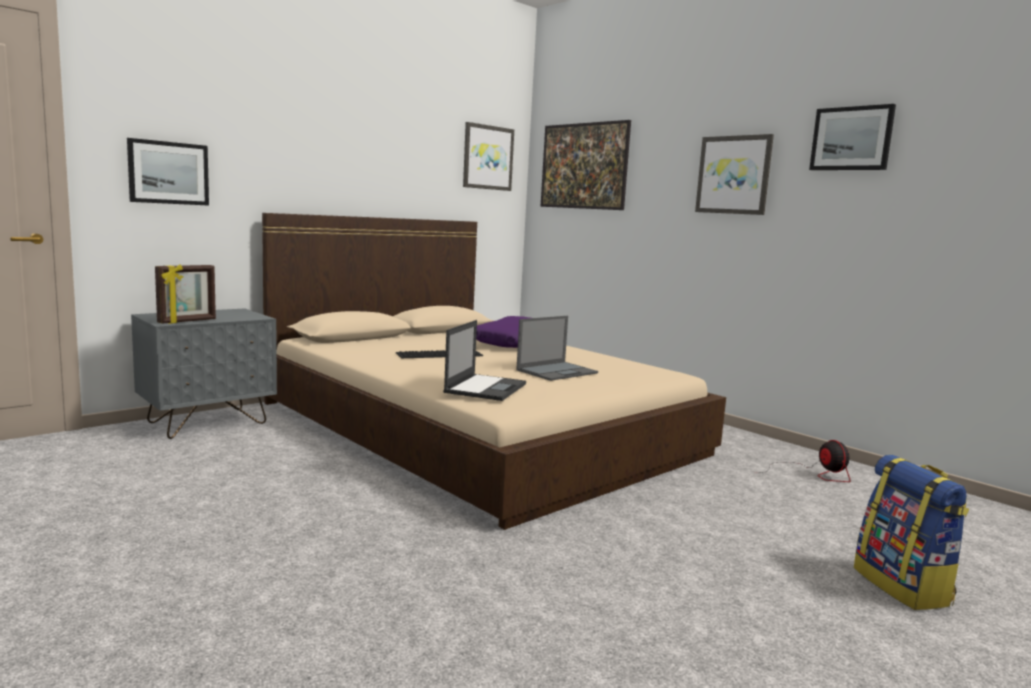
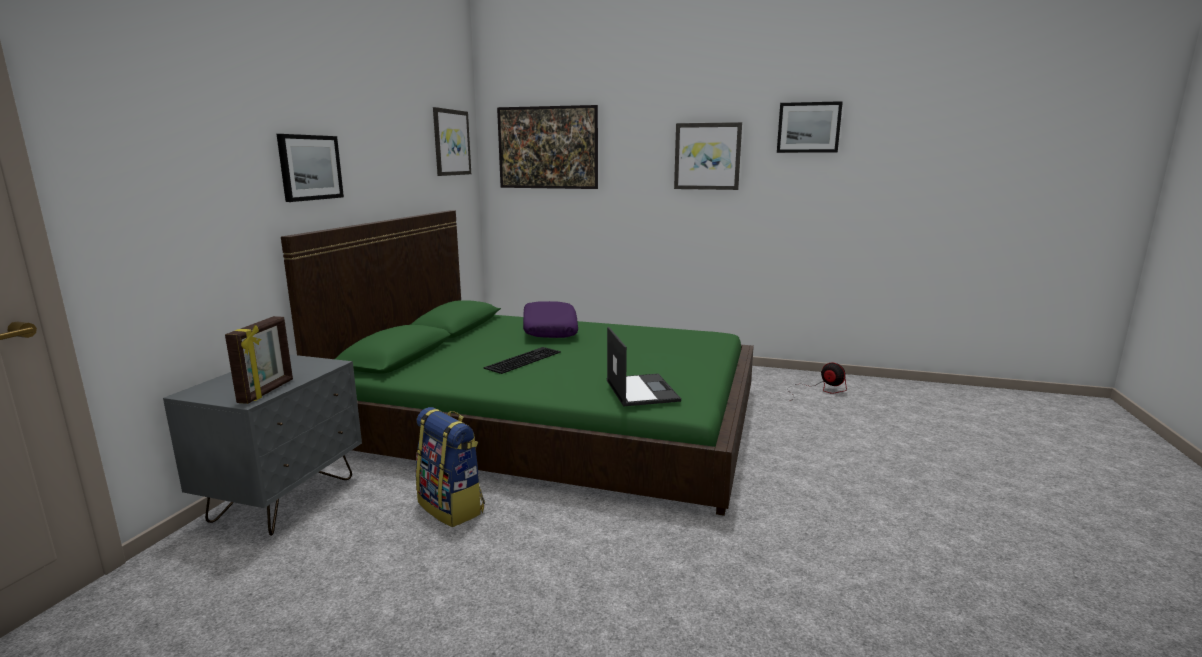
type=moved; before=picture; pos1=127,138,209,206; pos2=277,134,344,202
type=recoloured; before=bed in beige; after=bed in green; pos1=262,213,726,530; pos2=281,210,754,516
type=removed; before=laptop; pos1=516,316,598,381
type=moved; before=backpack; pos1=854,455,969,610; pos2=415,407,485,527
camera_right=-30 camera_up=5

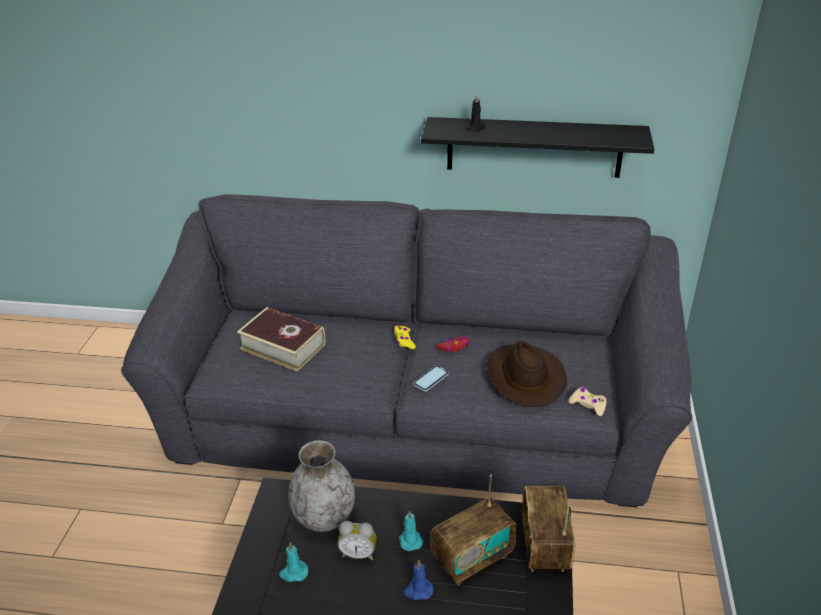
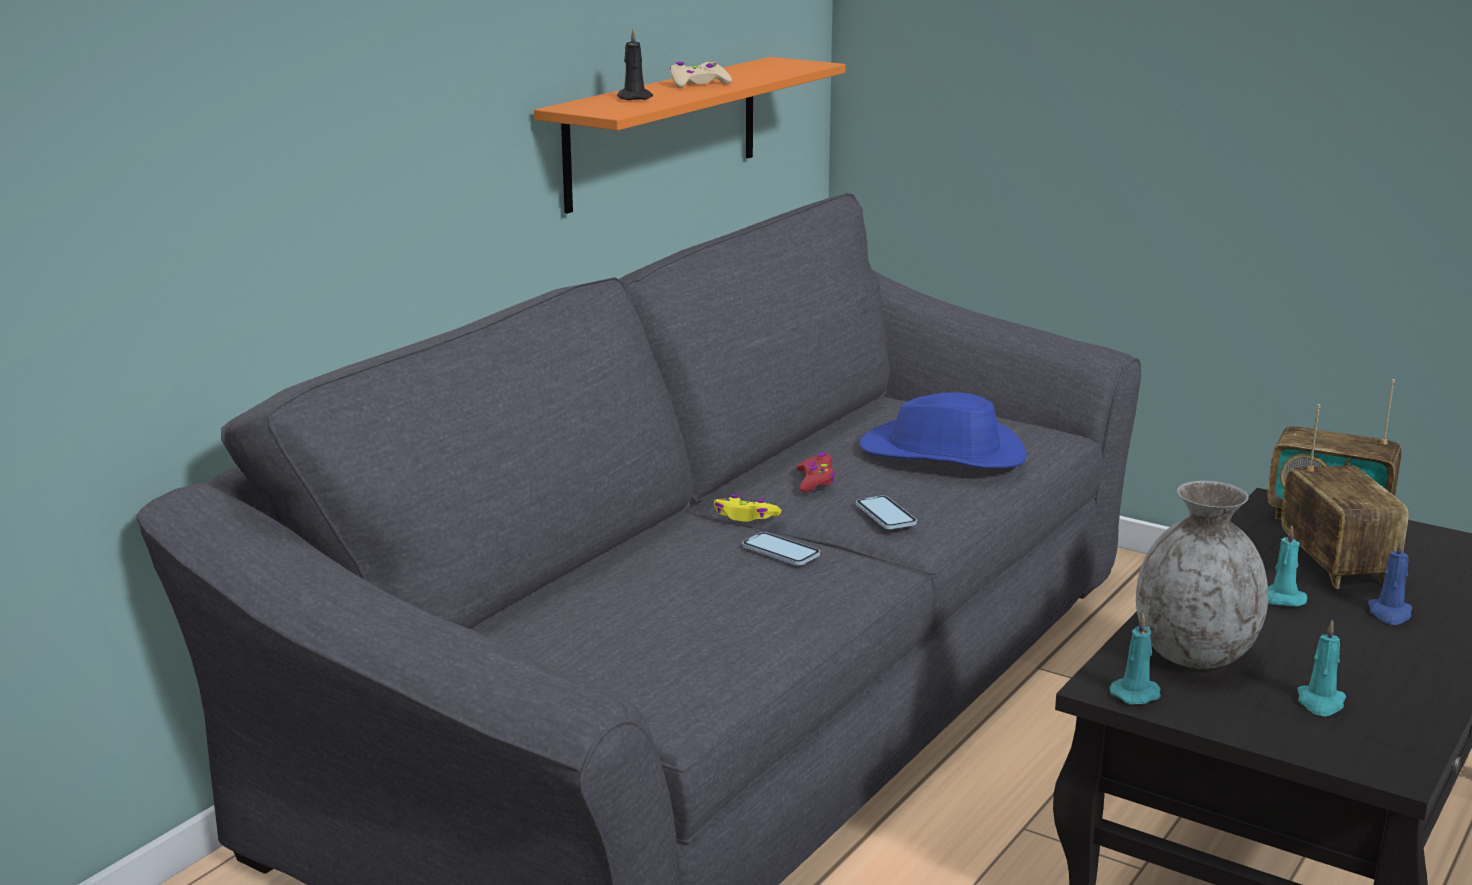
type=removed; before=book; pos1=237,307,325,372
type=removed; before=alarm clock; pos1=338,521,376,560
type=recoloured; before=shelf in black; after=shelf in orange; pos1=421,117,654,178; pos2=534,57,846,214
type=recoloured; before=hat in brown; after=hat in blue; pos1=486,341,567,407; pos2=859,392,1027,468
type=moved; before=game controller in beige; pos1=569,388,607,416; pos2=670,62,732,88
type=added; after=phone; pos2=742,532,820,566
type=added; after=candle in turquoise; pos2=1109,613,1161,705
camera_right=-65 camera_up=-15

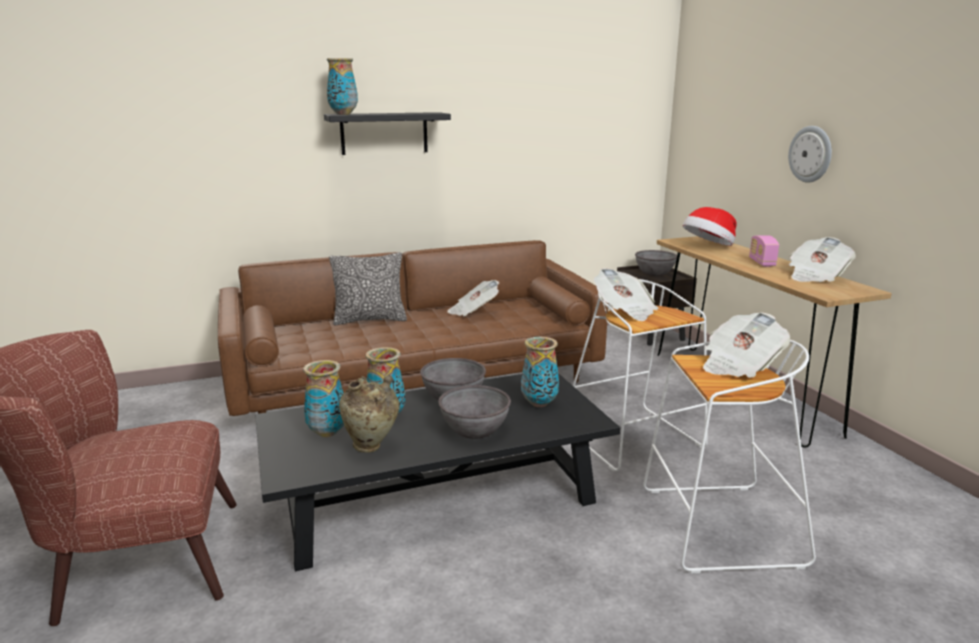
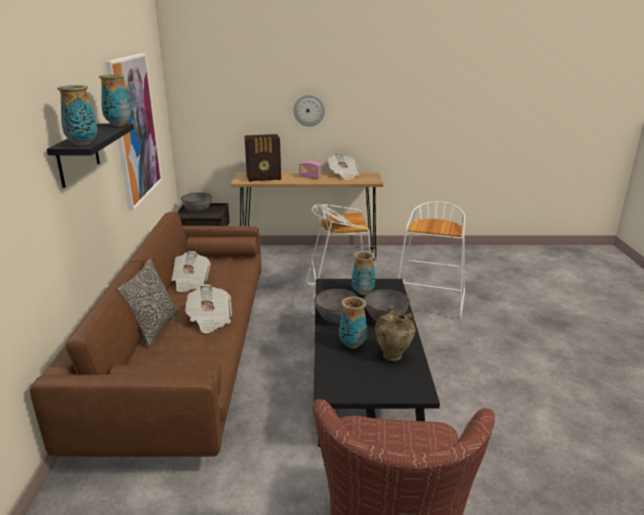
type=moved; before=vase; pos1=303,360,344,437; pos2=99,74,131,126
type=replaced; before=hat; after=radio; pos1=683,207,737,246; pos2=244,134,281,182
type=moved; before=newspaper; pos1=703,312,790,378; pos2=185,284,232,333
type=added; after=picture; pos2=105,53,162,210
camera_right=-70 camera_up=5

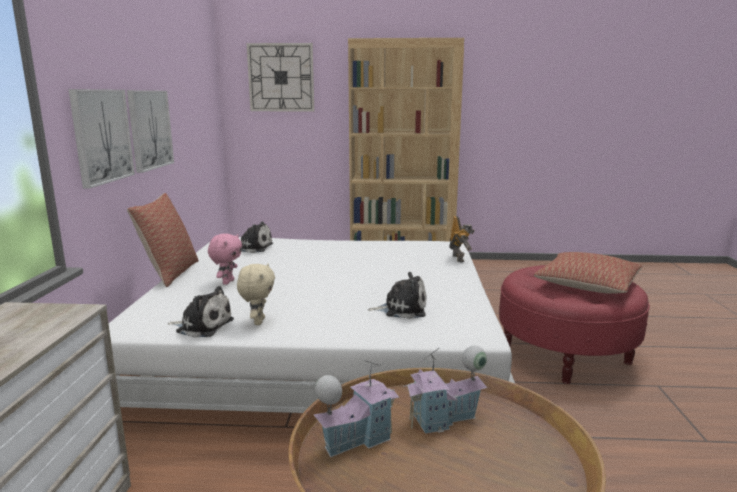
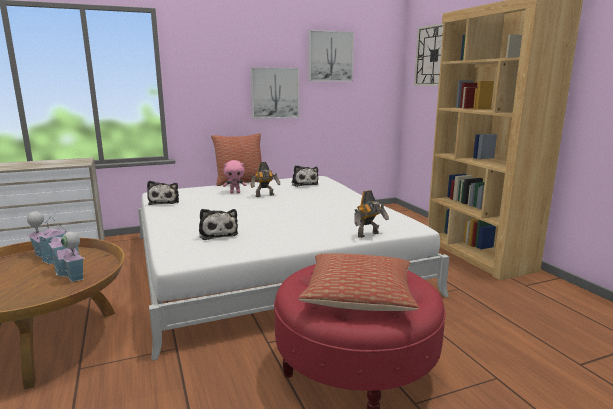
type=moved; before=picture; pos1=68,89,135,189; pos2=309,30,354,81
type=removed; before=plush toy in beige; pos1=237,263,275,325
type=added; after=toy robot; pos2=251,162,280,197
camera_right=65 camera_up=0

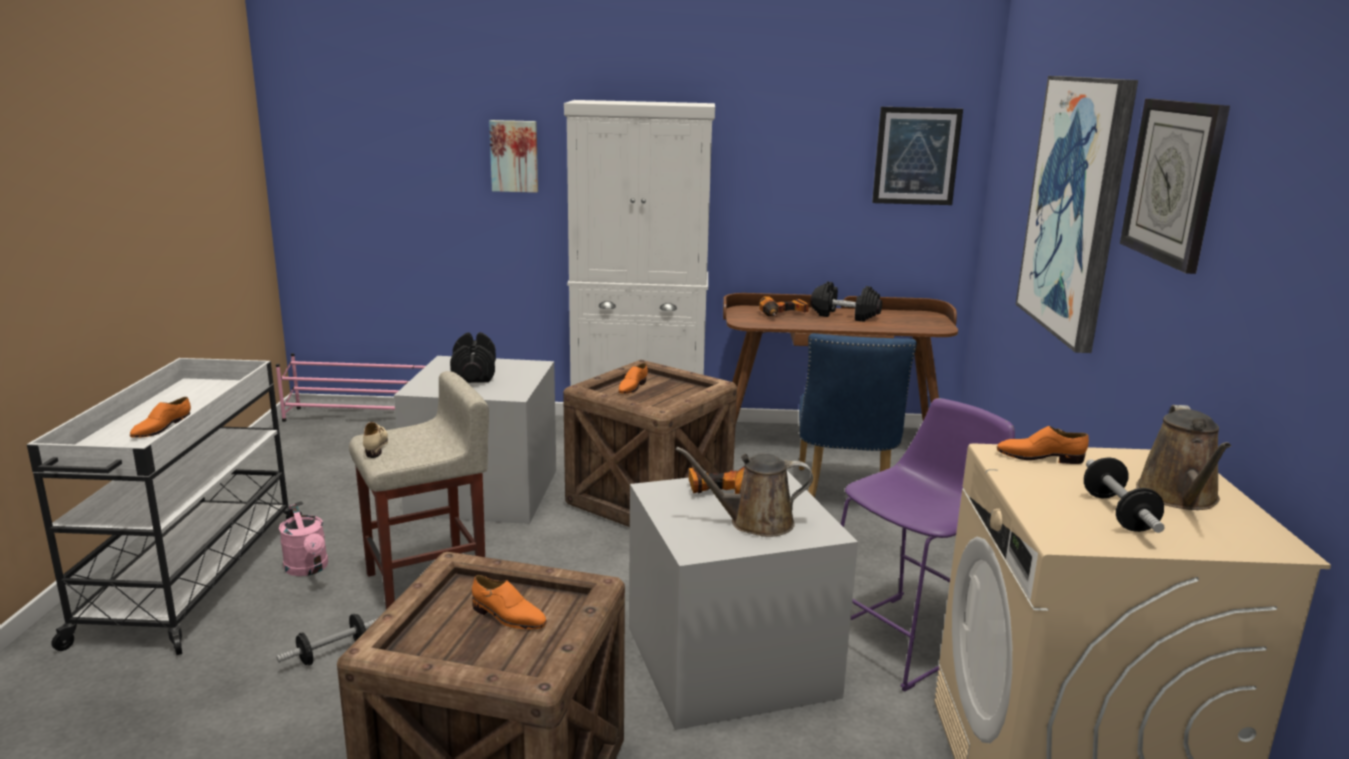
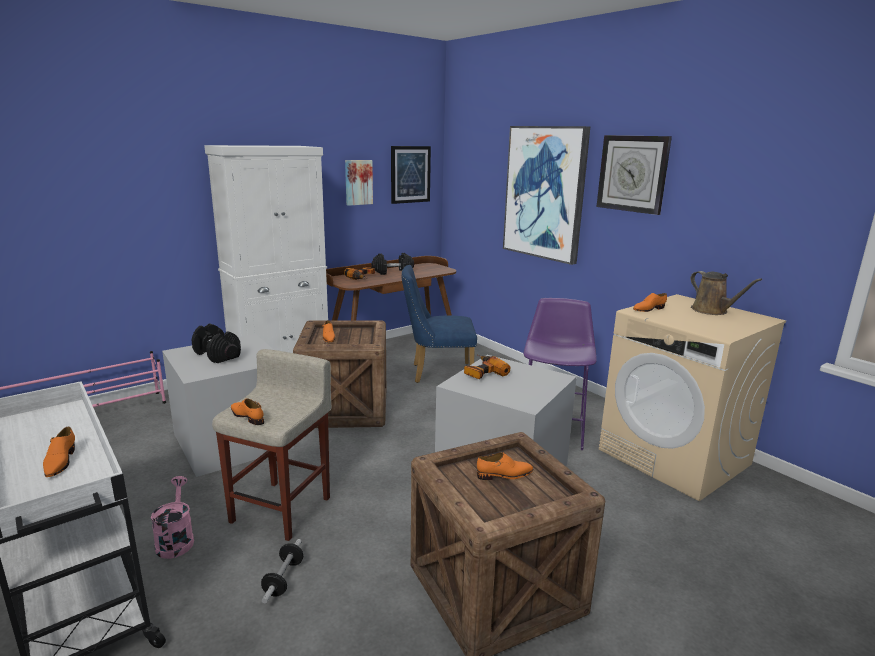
type=turned; before=watering can in pink; pos1=279,504,328,576; pos2=151,476,194,559; turn=-120
type=recoloured; before=shoe in beige; after=shoe in orange; pos1=363,422,388,458; pos2=231,398,264,425
type=moved; before=picture; pos1=489,120,538,193; pos2=345,160,373,206
type=removed; before=watering can in brown; pos1=676,447,813,537
type=turned; before=chair in blue; pos1=799,333,917,498; pos2=401,265,477,383; turn=120
type=removed; before=dumbbell; pos1=1084,457,1164,533
camera_right=-40 camera_up=0

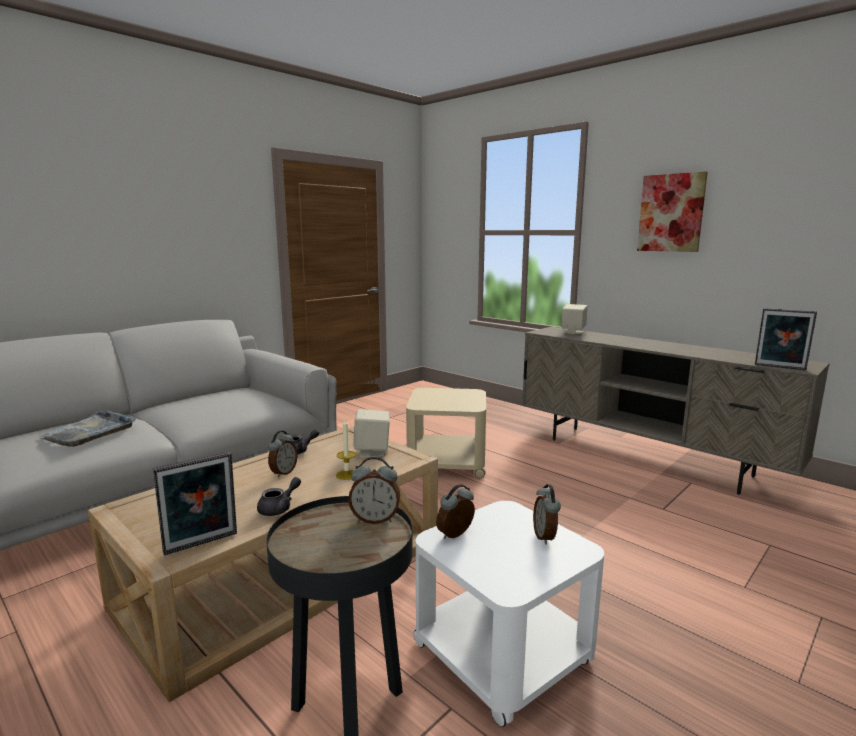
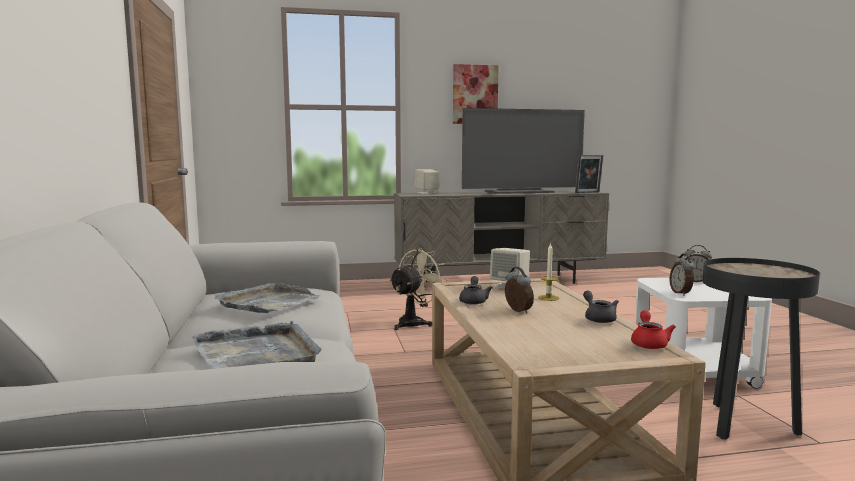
type=replaced; before=picture frame; after=teapot in red; pos1=153,452,237,555; pos2=631,310,676,349
type=removed; before=alarm clock; pos1=348,457,400,524
type=replaced; before=side table in beige; after=fan in beige; pos1=406,388,486,478; pos2=389,248,447,330
type=added; after=tray in grey; pos2=214,283,321,313
type=added; after=television; pos2=462,108,585,194
camera_right=-55 camera_up=-5

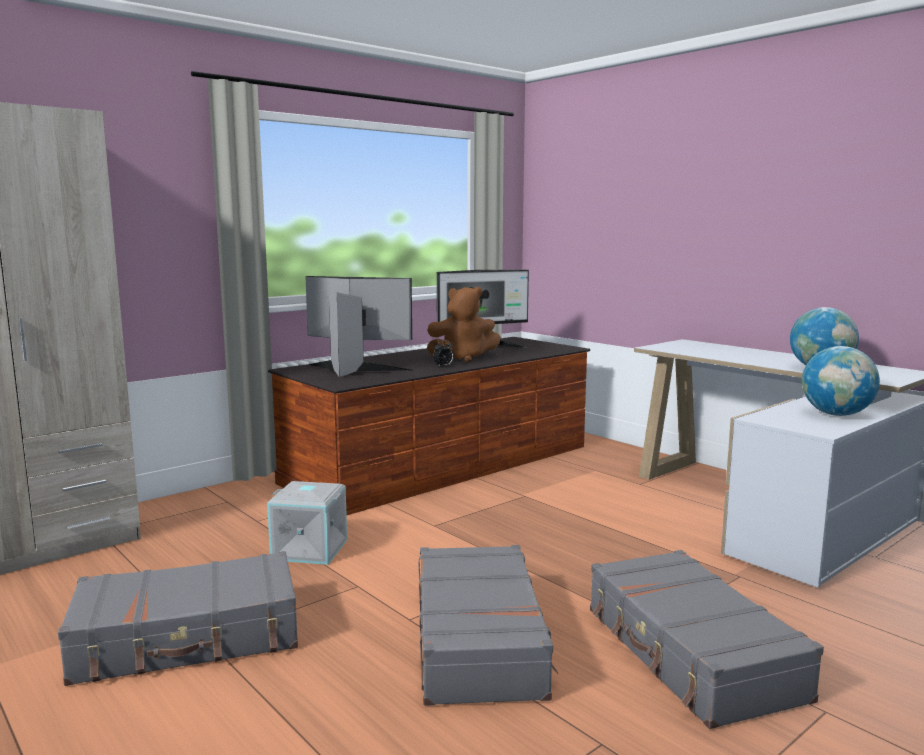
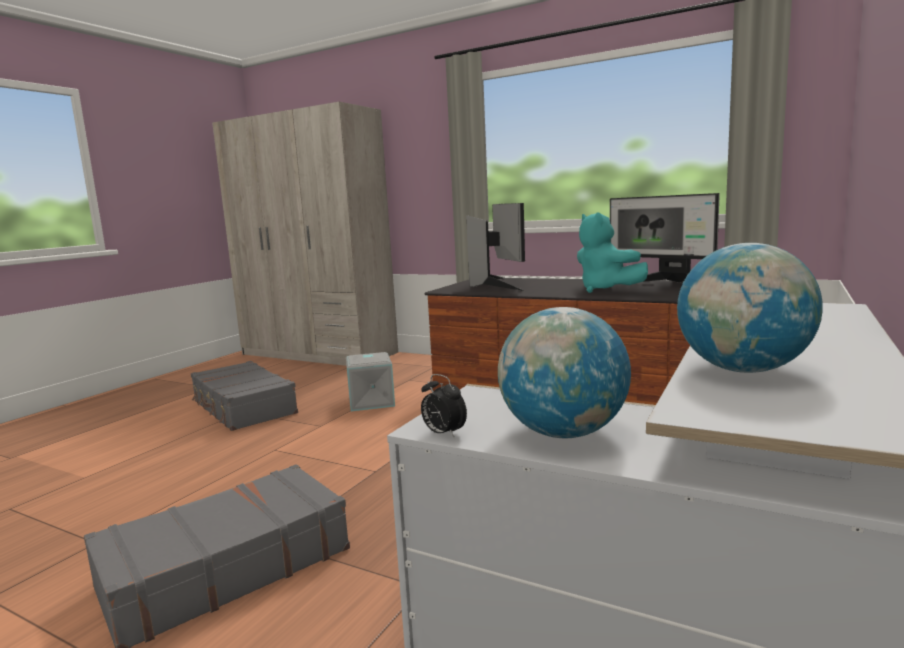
type=removed; before=suitcase in grey; pos1=418,545,558,706
type=recoloured; before=plush toy in brown; after=plush toy in turquoise; pos1=427,287,501,362; pos2=577,212,648,293
type=moved; before=alarm clock; pos1=433,340,454,367; pos2=421,374,467,437
camera_right=70 camera_up=0

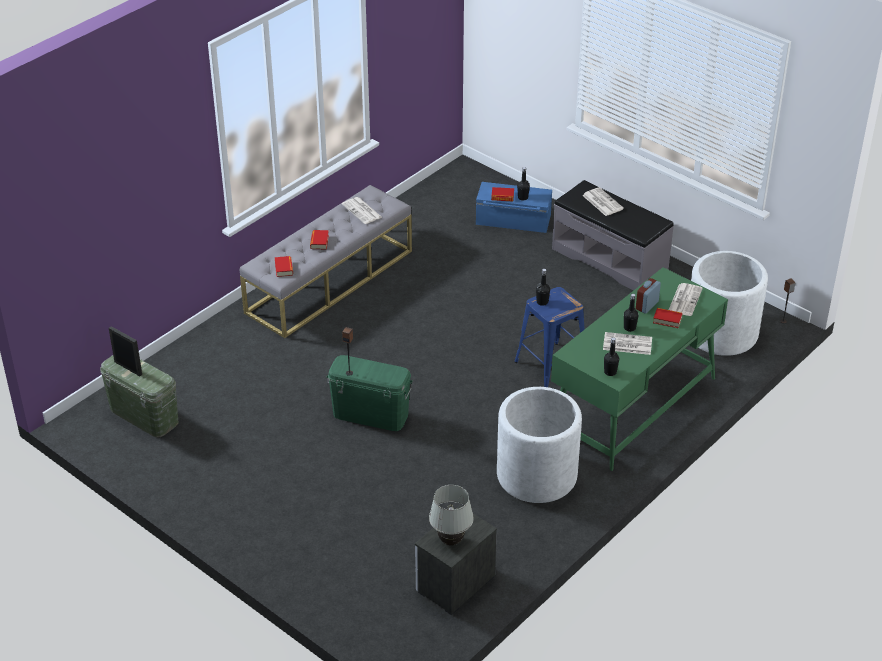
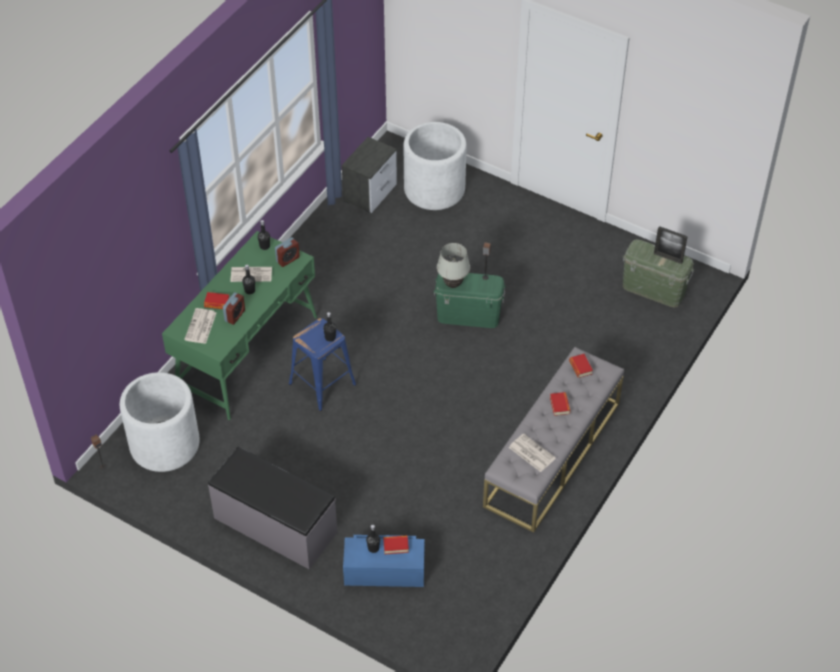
type=moved; before=table lamp in white; pos1=429,485,474,546; pos2=437,243,470,288
type=moved; before=planter in white; pos1=497,387,582,503; pos2=404,122,467,210
type=removed; before=newspaper; pos1=582,187,624,216
type=added; after=alarm clock; pos2=275,237,300,267
camera_right=170 camera_up=10

